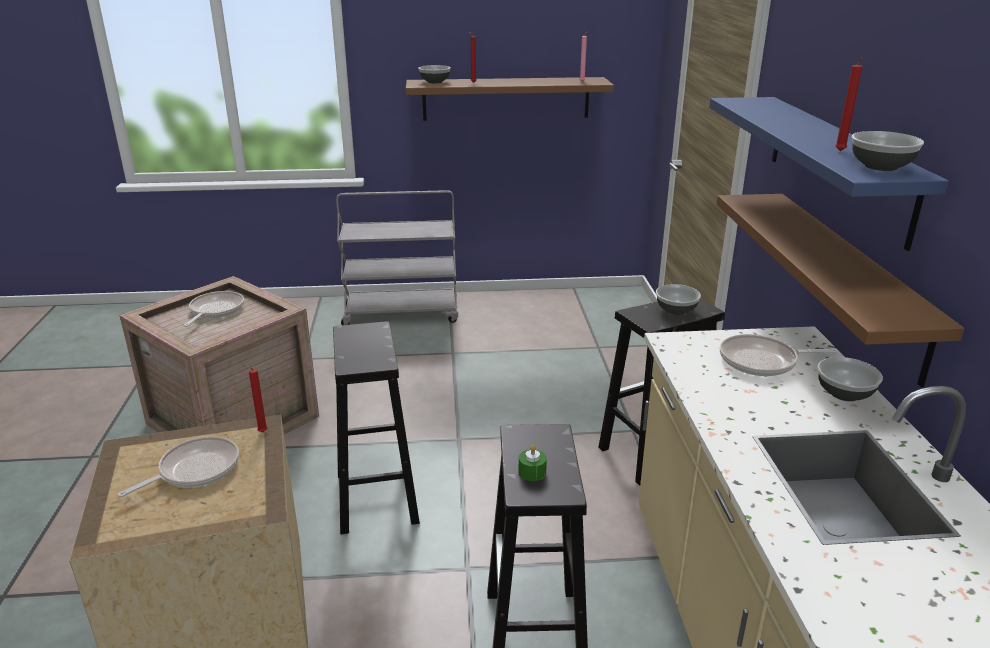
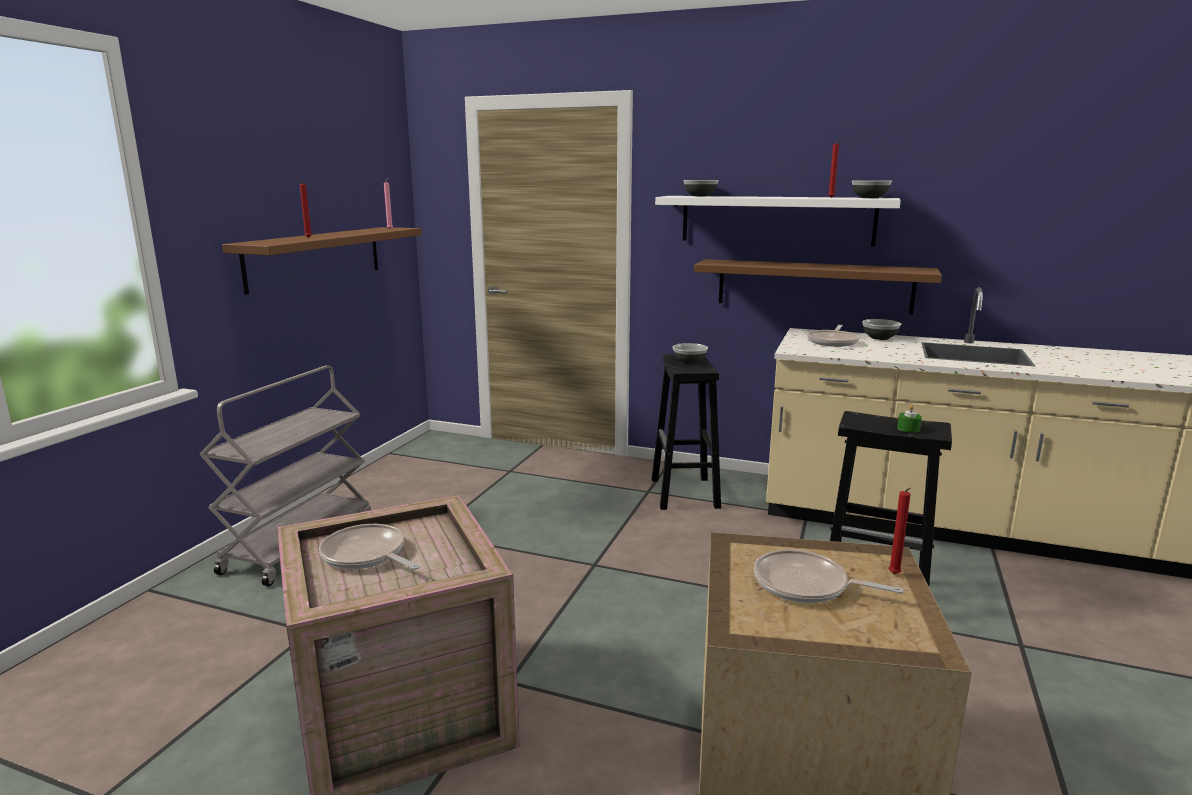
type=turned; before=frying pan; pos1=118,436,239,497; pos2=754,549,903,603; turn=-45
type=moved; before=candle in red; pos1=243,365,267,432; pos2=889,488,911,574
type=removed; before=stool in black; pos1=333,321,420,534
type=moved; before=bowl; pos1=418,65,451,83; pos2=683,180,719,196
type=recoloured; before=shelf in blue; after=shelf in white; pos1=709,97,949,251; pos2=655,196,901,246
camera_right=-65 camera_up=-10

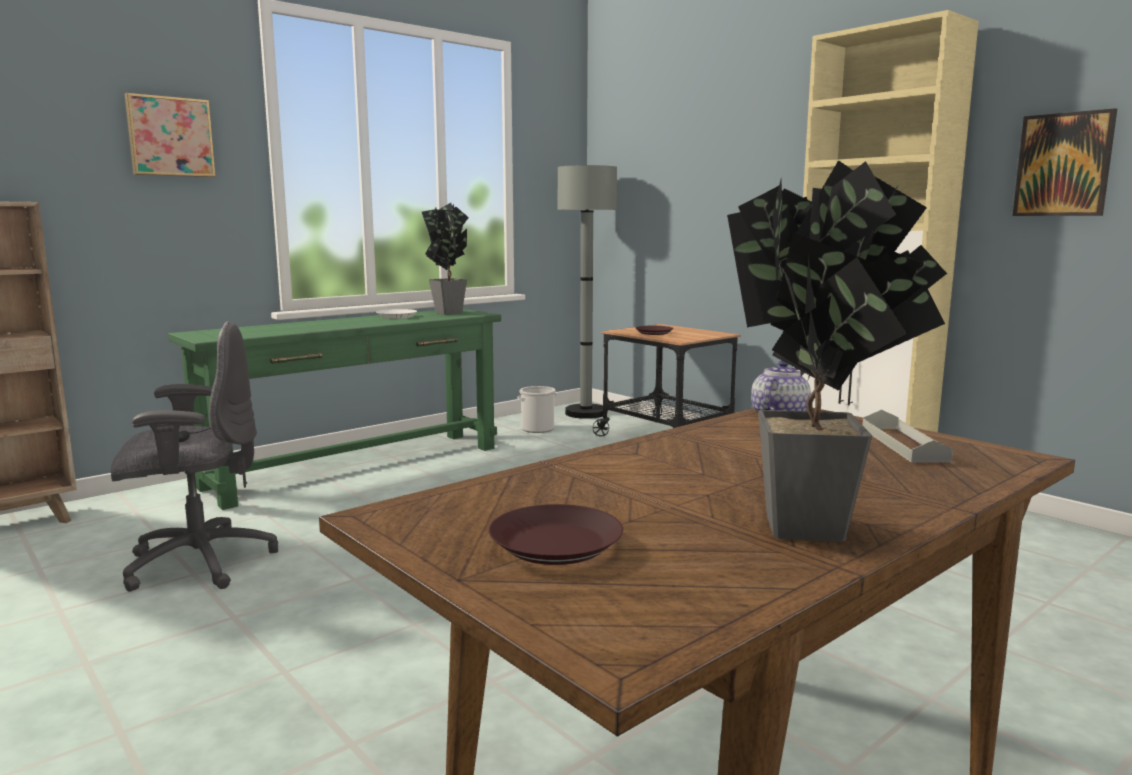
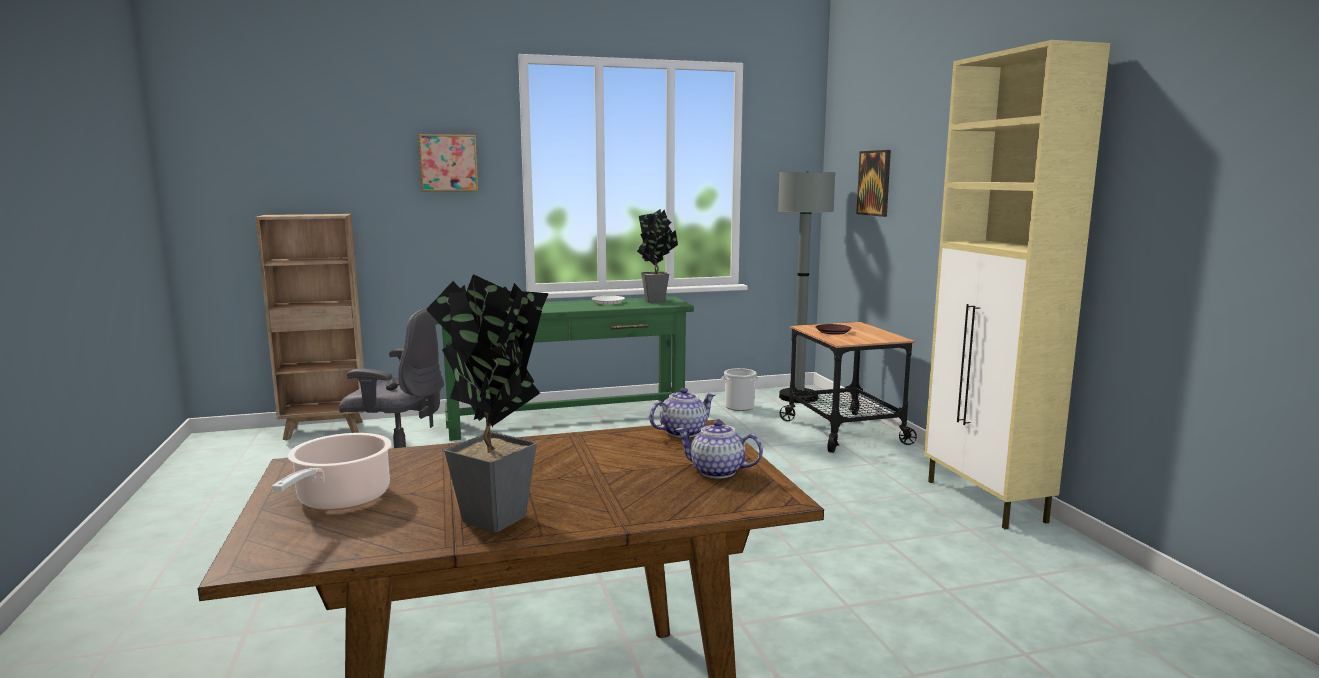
type=replaced; before=plate in brown; after=cooking pot; pos1=489,504,623,565; pos2=272,433,392,510
type=replaced; before=tray in grey; after=teapot; pos1=863,409,953,463; pos2=675,420,763,479
type=moved; before=picture; pos1=1013,108,1117,216; pos2=856,150,891,217
camera_right=25 camera_up=0

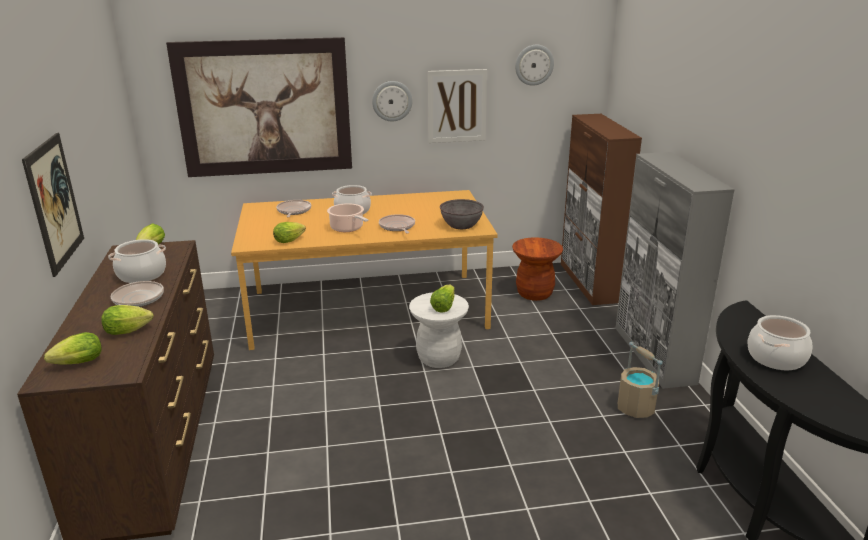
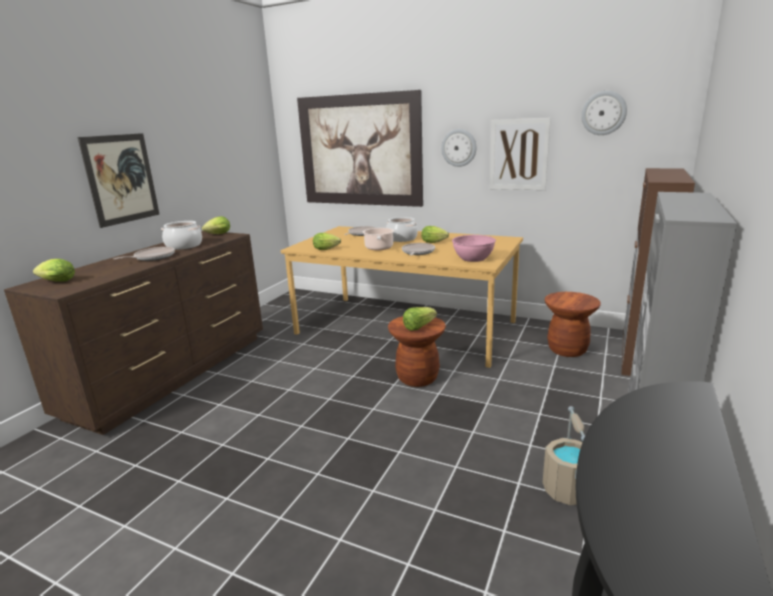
type=moved; before=lettuce; pos1=101,305,153,335; pos2=421,226,449,243
type=recoloured; before=stool in white; after=stool in brown; pos1=409,292,469,368; pos2=388,316,446,387
type=recoloured; before=bowl in grey; after=bowl in pink; pos1=440,199,484,229; pos2=452,235,496,262
type=removed; before=cooking pot; pos1=747,315,813,370
camera_right=35 camera_up=-5

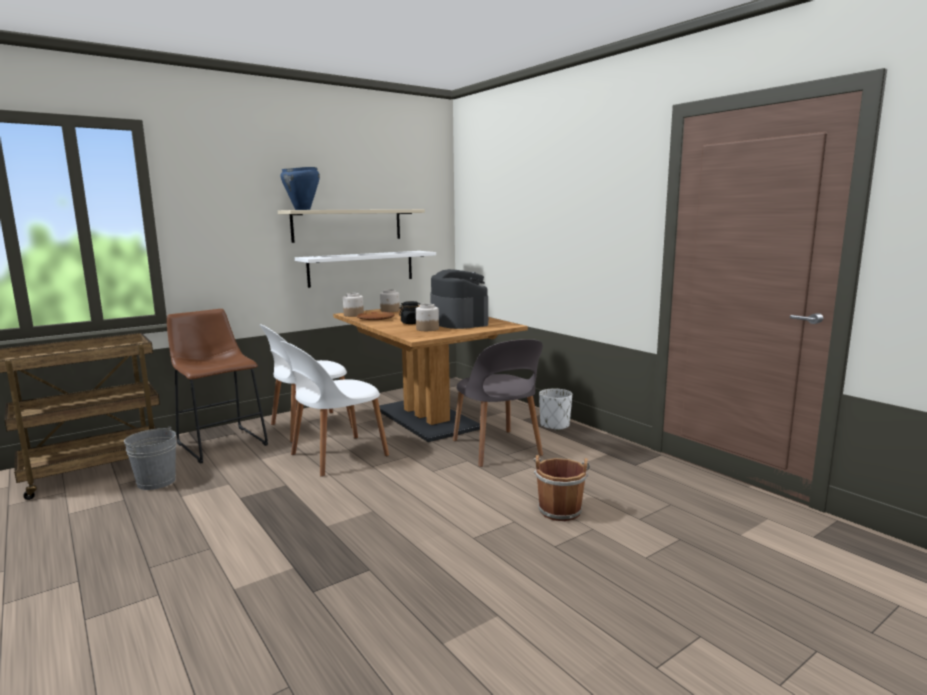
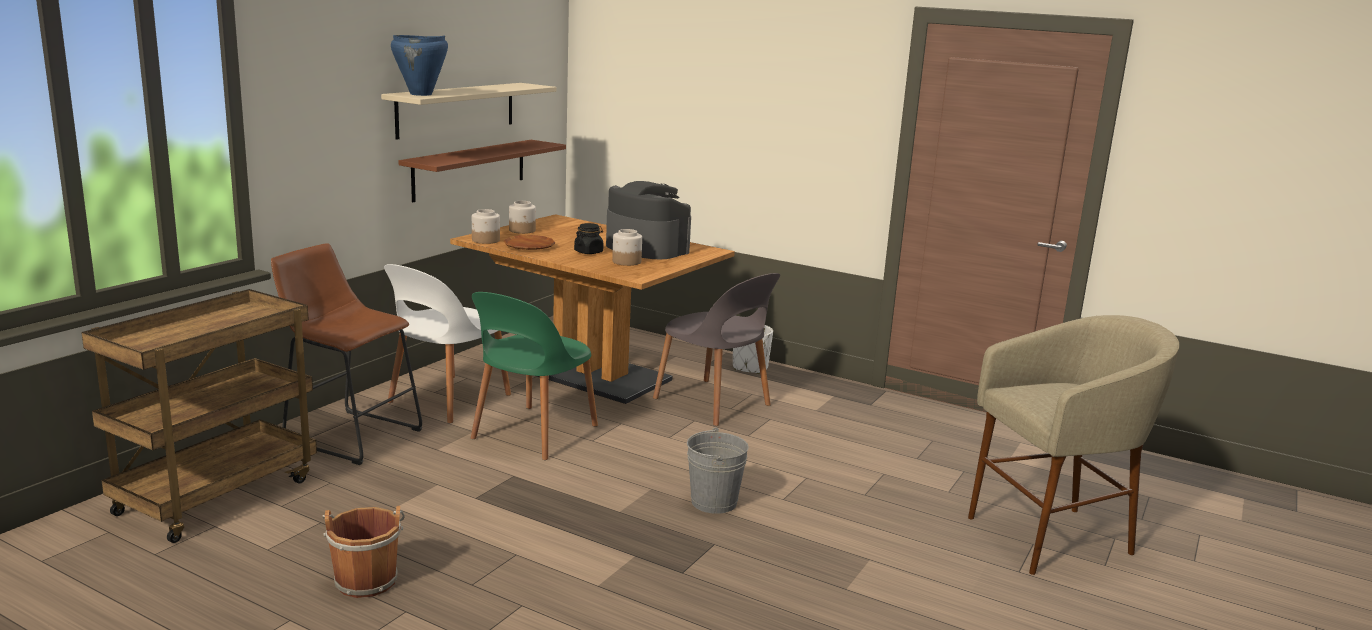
type=moved; before=bucket in grey; pos1=124,426,177,490; pos2=687,427,749,514
type=recoloured; before=chair in white; after=chair in green; pos1=280,341,389,477; pos2=471,292,598,460
type=recoloured; before=shelf in white; after=shelf in brown; pos1=295,251,436,288; pos2=399,140,566,202
type=moved; before=bucket in brown; pos1=534,455,590,521; pos2=322,506,405,598
type=added; after=stool in beige; pos2=968,315,1179,575
camera_right=-25 camera_up=5

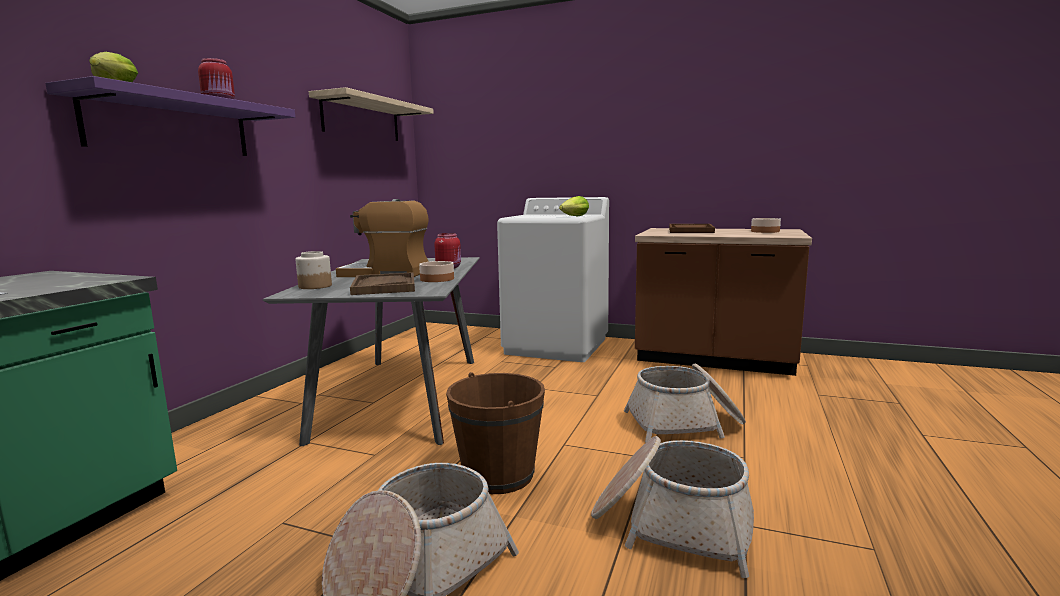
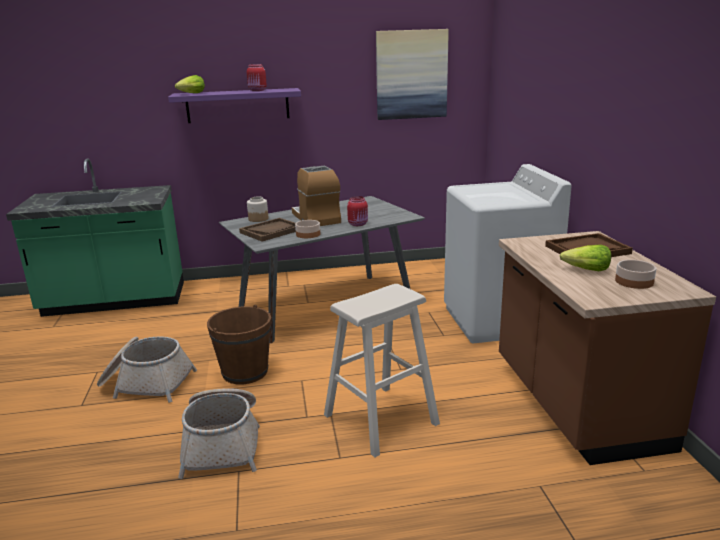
type=replaced; before=shelf; after=picture; pos1=309,87,434,141; pos2=376,29,449,120
type=moved; before=lettuce; pos1=559,196,589,216; pos2=560,245,611,271
type=replaced; before=basket; after=stool in beige; pos1=624,364,746,442; pos2=324,284,440,458
camera_right=60 camera_up=10

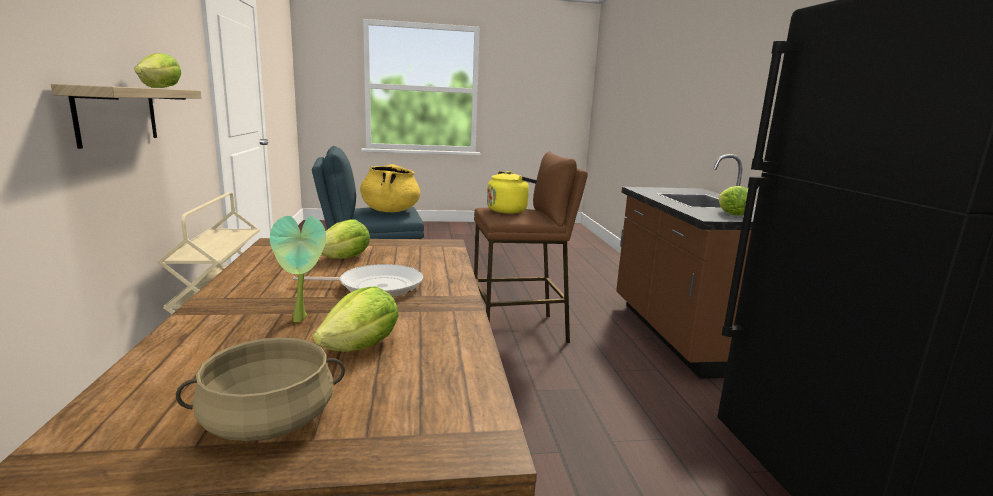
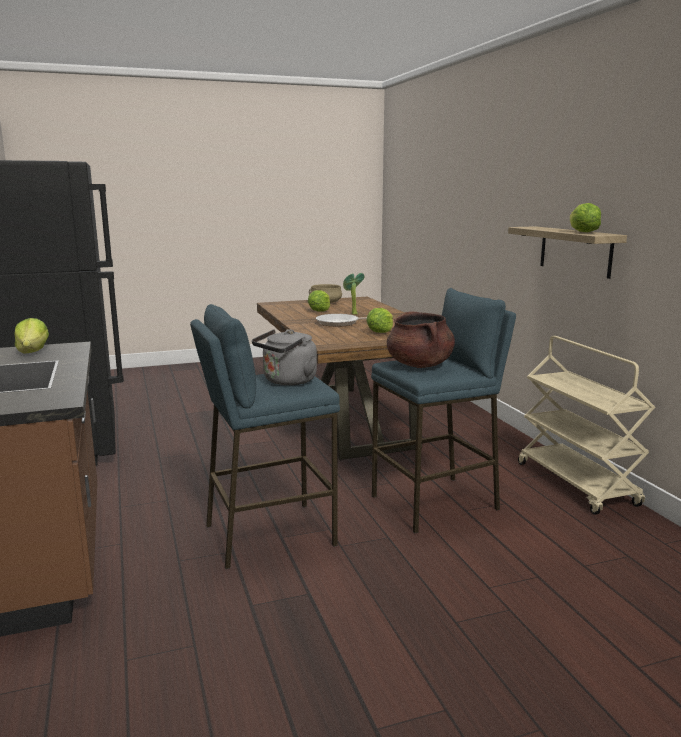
type=recoloured; before=cooking pot in yellow; after=cooking pot in brown; pos1=360,164,420,212; pos2=387,311,455,368
type=recoloured; before=stool in brown; after=stool in blue; pos1=474,151,588,343; pos2=190,304,340,569
type=recoloured; before=kettle in yellow; after=kettle in grey; pos1=487,171,538,214; pos2=252,329,317,385
camera_right=170 camera_up=0

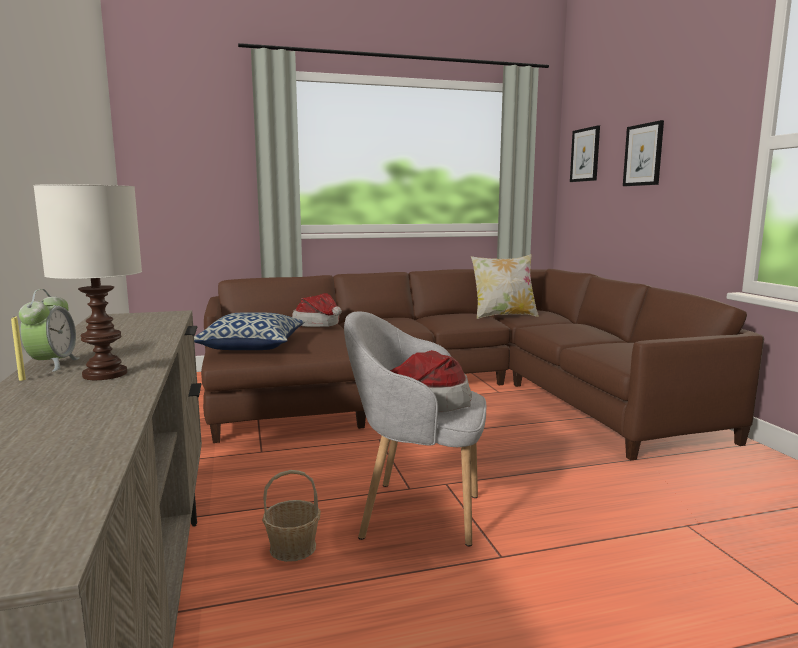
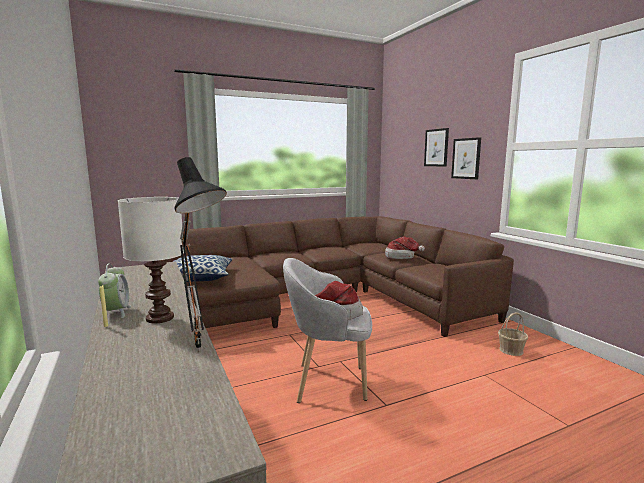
type=moved; before=basket; pos1=262,470,321,562; pos2=498,312,528,356
type=moved; before=hat; pos1=292,293,342,327; pos2=385,236,425,259
type=removed; before=pillow; pos1=471,254,539,319
type=moved; before=picture; pos1=570,125,600,182; pos2=451,137,481,179
type=added; after=table lamp in black; pos2=174,157,227,353
camera_right=-10 camera_up=0

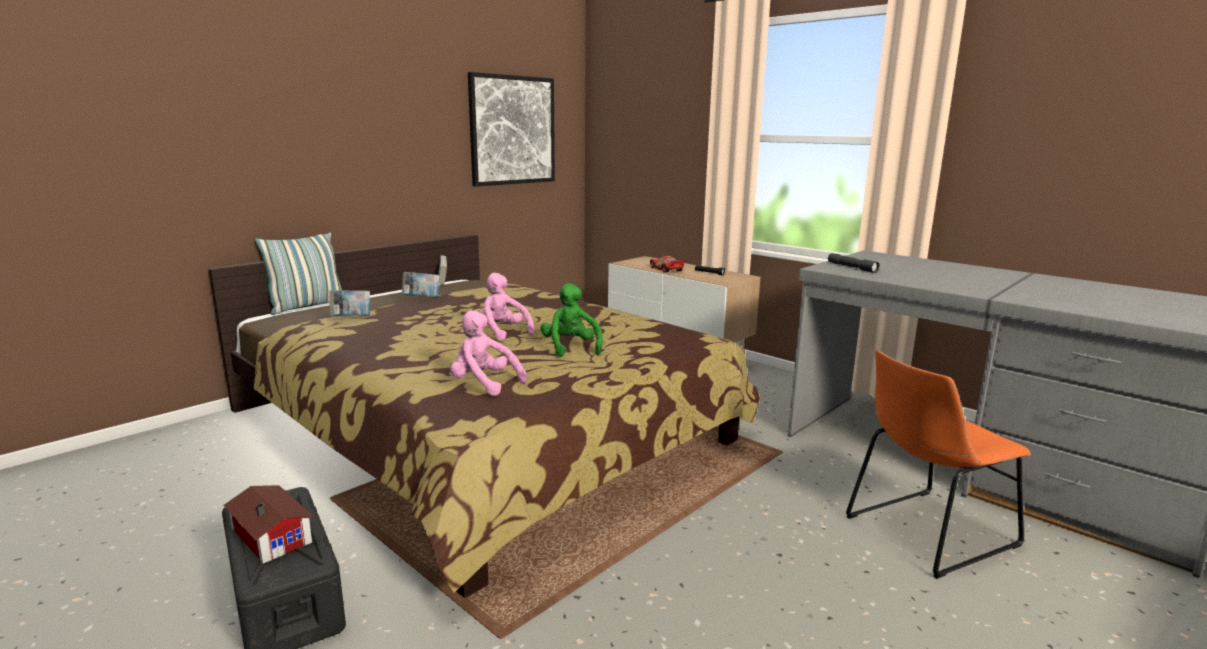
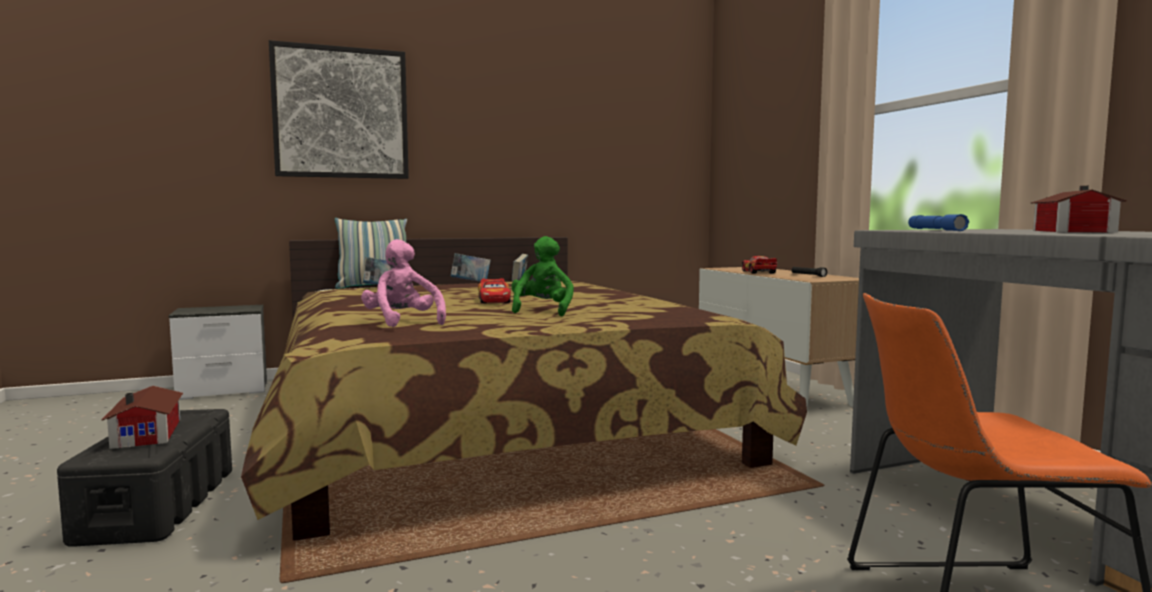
type=moved; before=picture; pos1=468,72,555,186; pos2=269,40,409,179
type=replaced; before=plush toy in pink; after=toy car; pos1=481,273,535,341; pos2=478,278,511,303
type=recoloured; before=flashlight in grey; after=flashlight in blue; pos1=828,253,880,273; pos2=908,214,969,231
type=added; after=nightstand; pos2=169,305,267,400
type=added; after=toy house; pos2=1031,186,1127,233
camera_right=25 camera_up=-10

